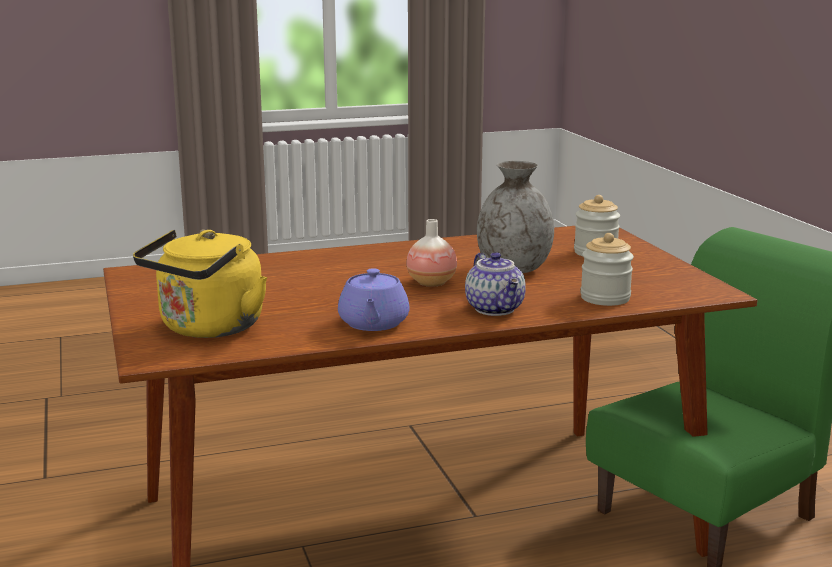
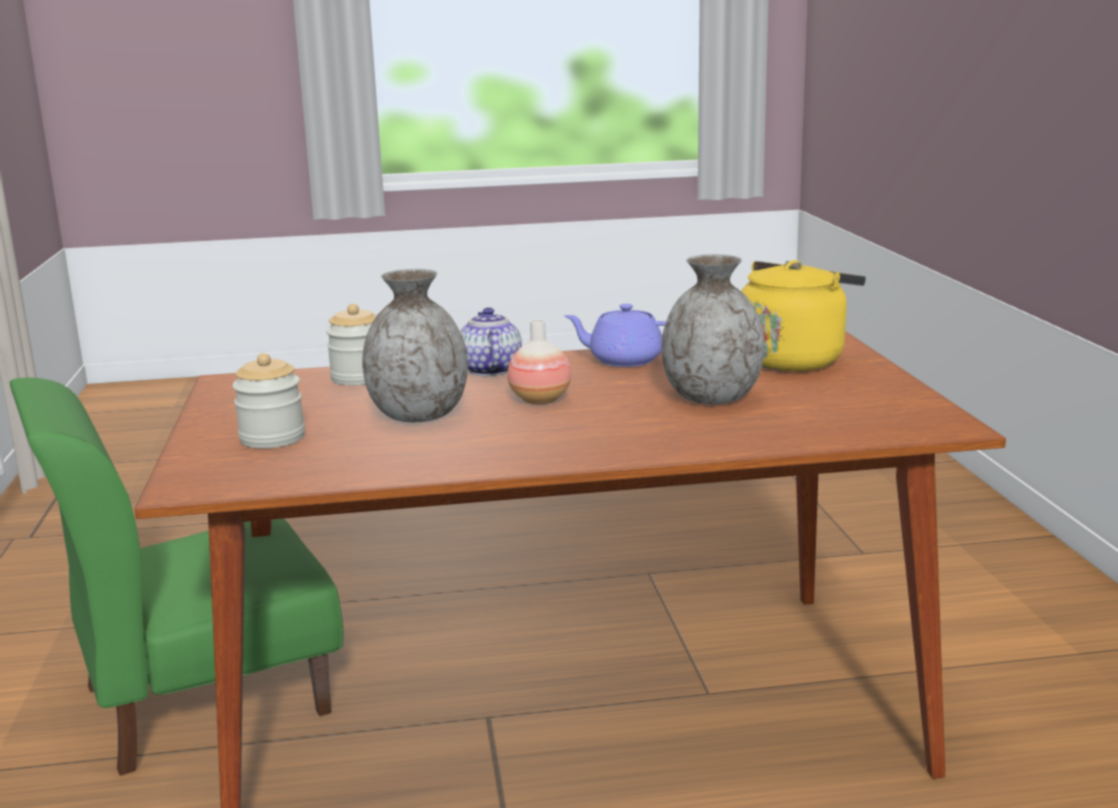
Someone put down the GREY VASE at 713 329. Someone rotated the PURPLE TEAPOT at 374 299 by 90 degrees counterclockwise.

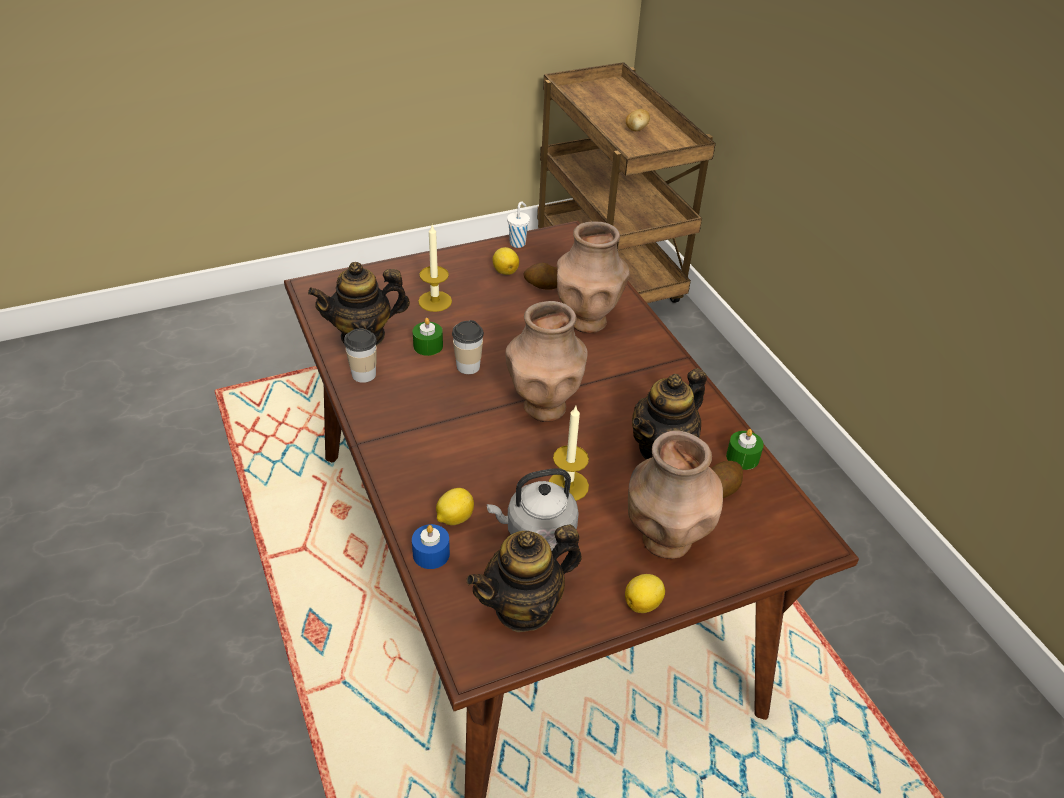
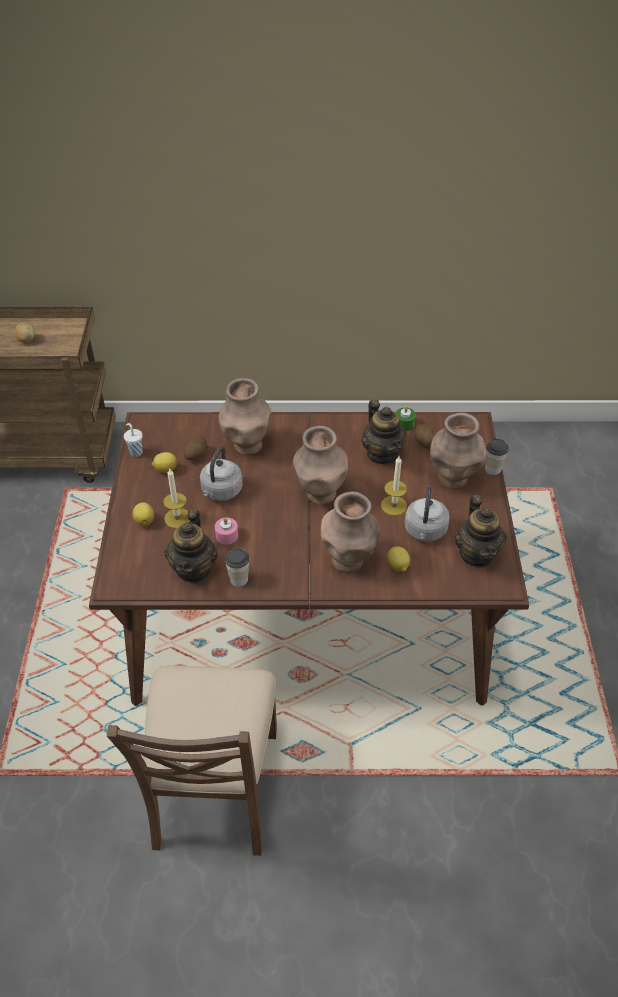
Someone took away the BLUE CANDLE at 431 546. Someone put down the BROWN CHAIR at 192 760. Someone put down the GREY KETTLE at 221 473. Someone put down the BROWN VASE at 350 532. Someone carried the CUP from 468 347 to 497 457. Someone carried the LEMON from 645 593 to 143 514. Someone repainted the GREEN CANDLE at 428 337, which became the PINK CANDLE at 226 530.

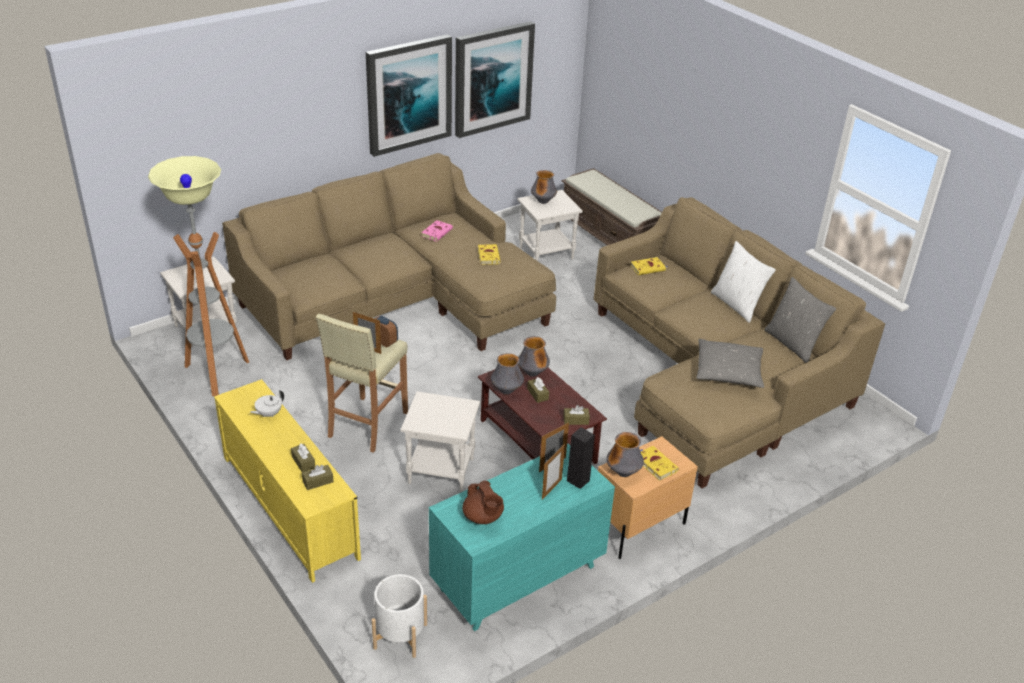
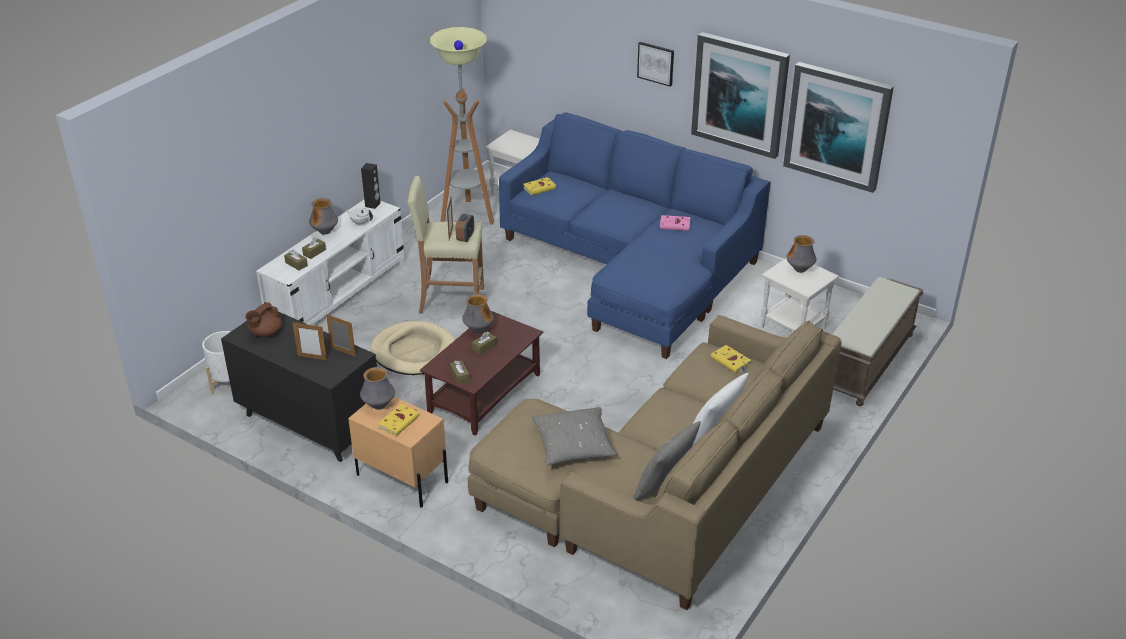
Someone put up the PICTURE at 655 64. Someone carried the YELLOW BOOK from 489 254 to 540 186. Someone carried the VASE from 534 356 to 323 216. Someone carried the BLACK SPEAKER from 581 458 to 371 186. Someone swapped the WHITE SIDE TABLE at 440 441 for the BEIGE DOG BED at 413 348. Someone repainted the YELLOW TV STAND at 287 481, which became the WHITE TV STAND at 330 262. Someone repainted the BEIGE SOFA at 389 256, which became the BLUE SOFA at 634 235. Someone repainted the TURQUOISE DRESSER at 522 537, which became the BLACK DRESSER at 299 387.

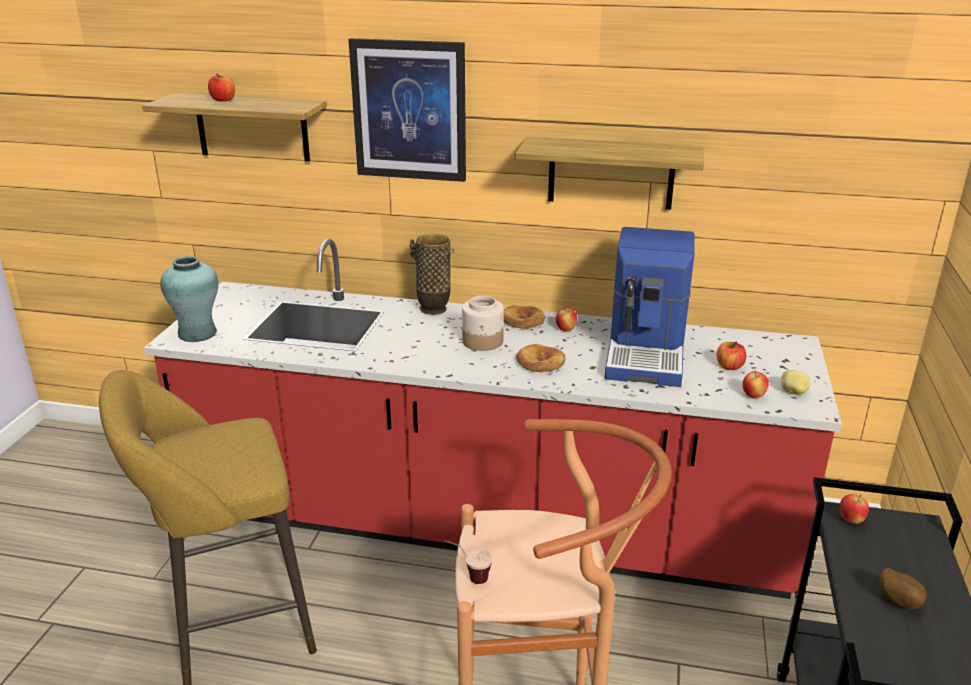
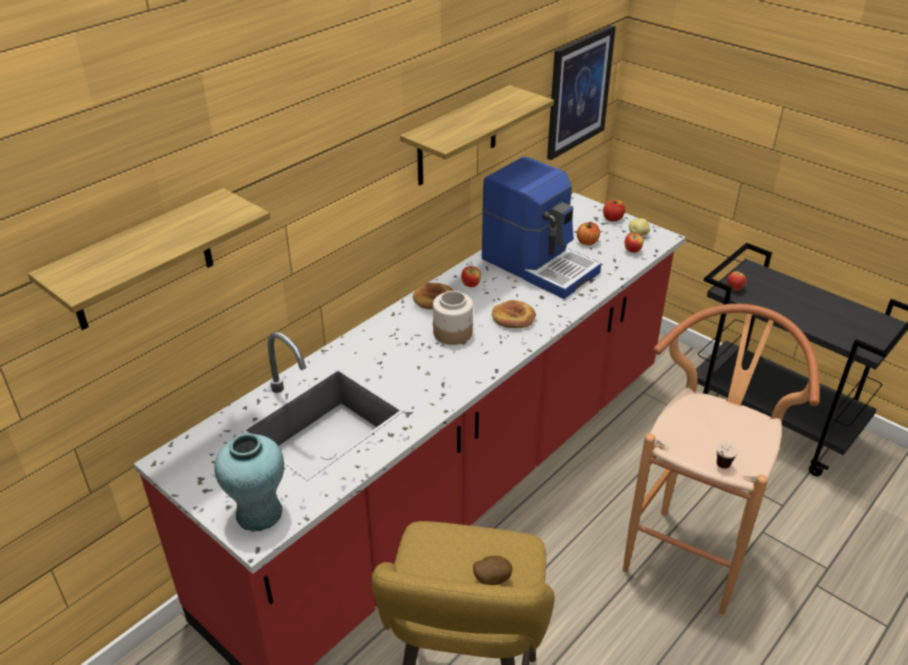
Someone took away the VASE at 431 274. Someone carried the APPLE from 221 87 to 614 210. Someone carried the PICTURE from 407 110 to 581 92. Someone carried the POTATO from 903 588 to 493 570.

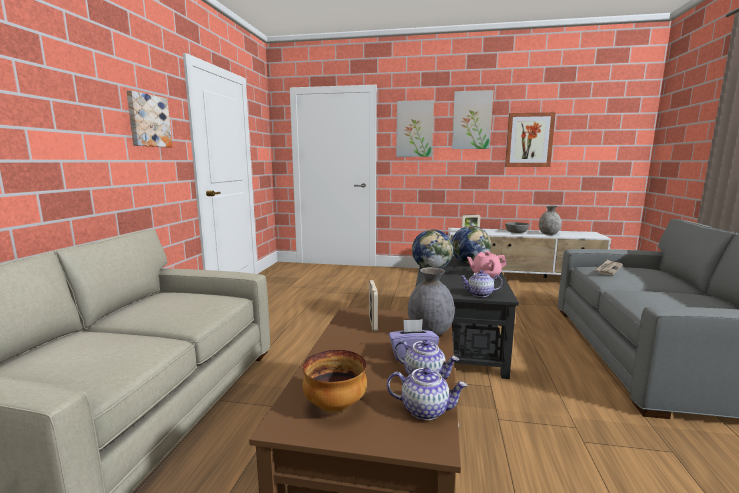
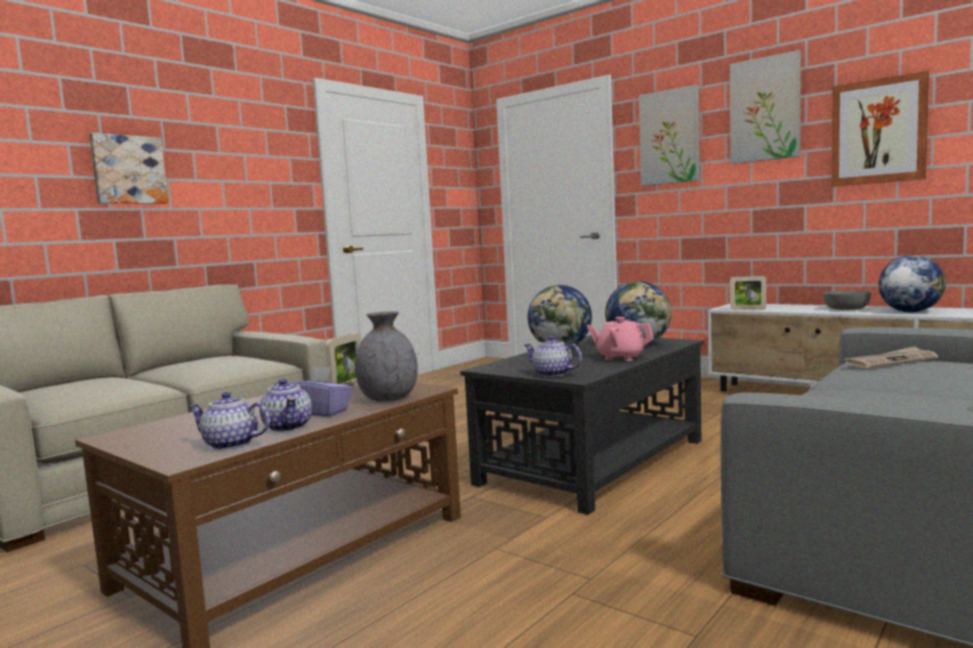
Someone took away the BOWL at 334 381. Someone carried the PICTURE from 149 118 to 129 168. Someone swapped the GREY VASE at 550 220 for the GLOBE at 912 283. Someone rotated the TEAPOT at 427 393 by 150 degrees clockwise.

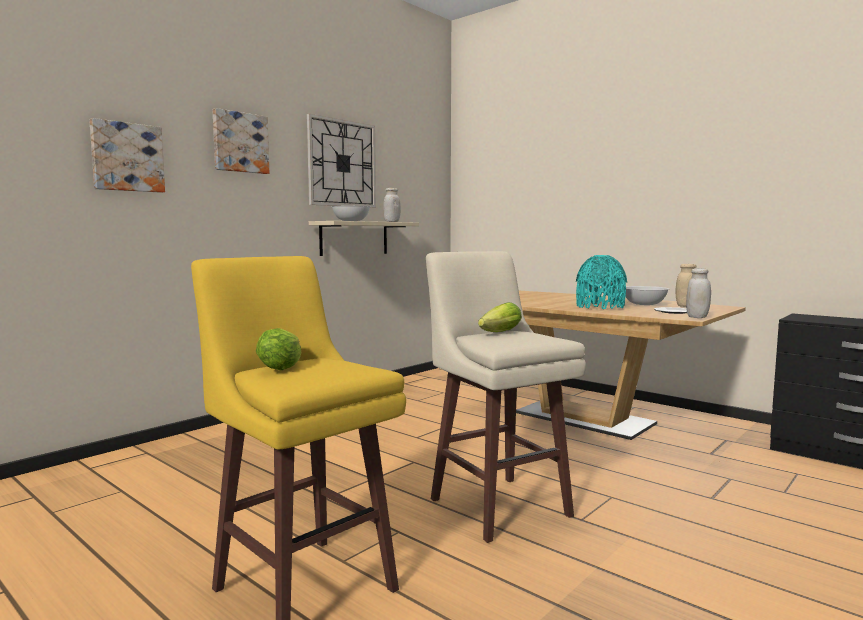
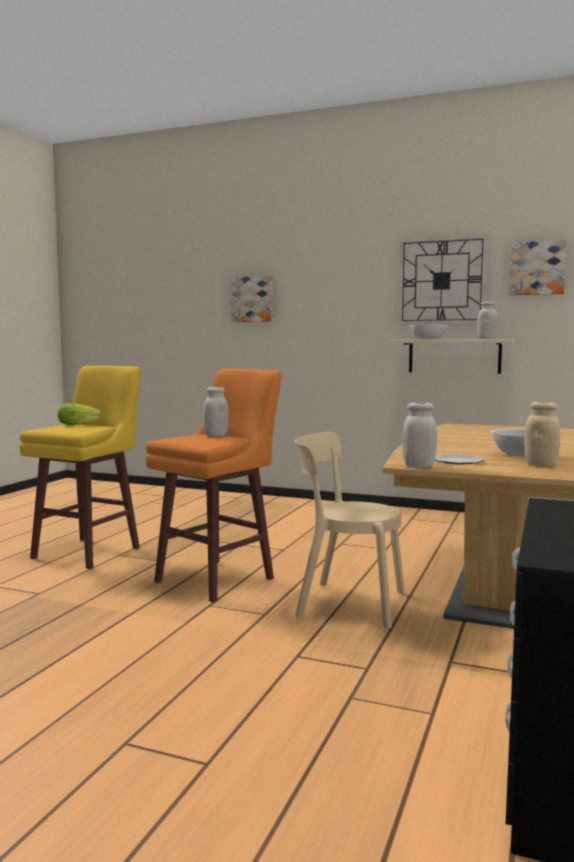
Someone took away the TURQUOISE VASE at 601 282. Someone put down the BEIGE CHAIR at 349 530. Someone carried the PICTURE from 240 141 to 538 267. Someone swapped the LETTUCE at 500 317 for the WHITE JAR at 216 412. Someone repainted the BEIGE STOOL at 506 397, which became the ORANGE STOOL at 214 485.

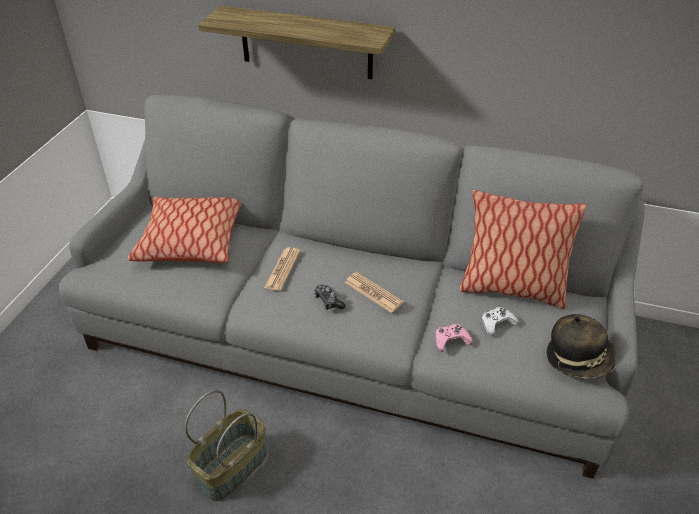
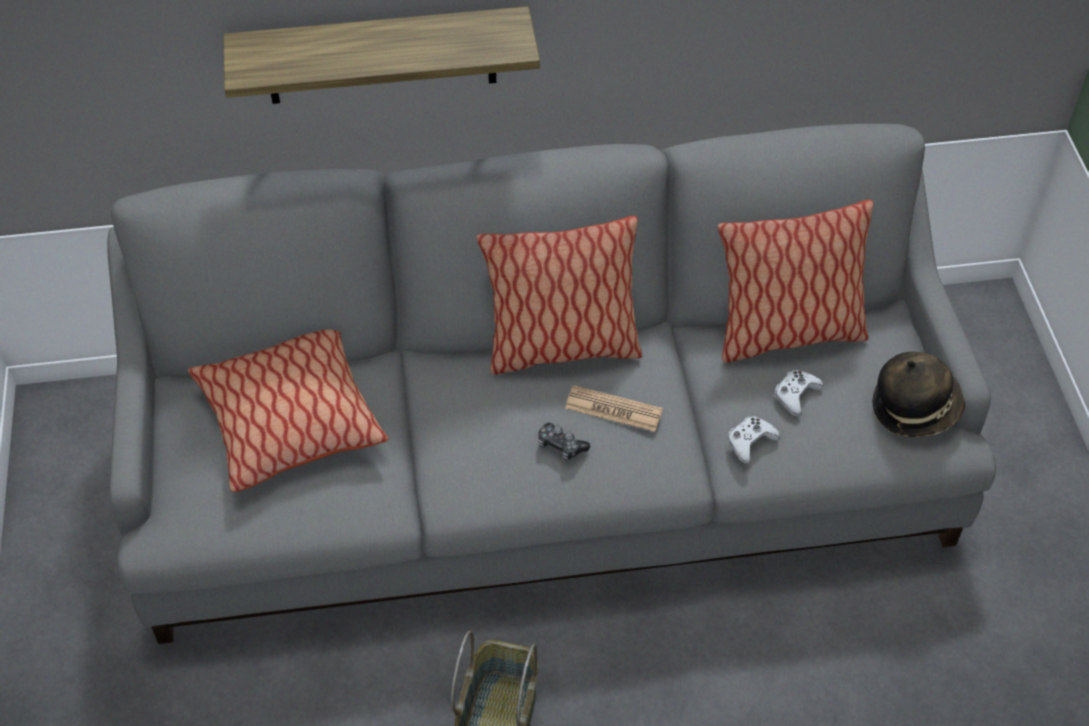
Someone took away the NEWSPAPER at 282 269. Someone put down the PILLOW at 559 295. Someone repainted the PINK GAME CONTROLLER at 454 338, which became the WHITE GAME CONTROLLER at 754 440.

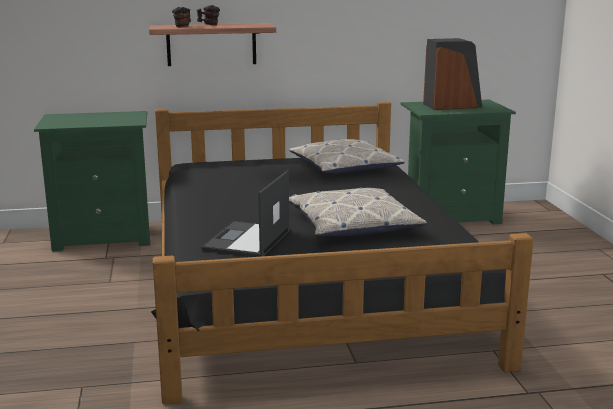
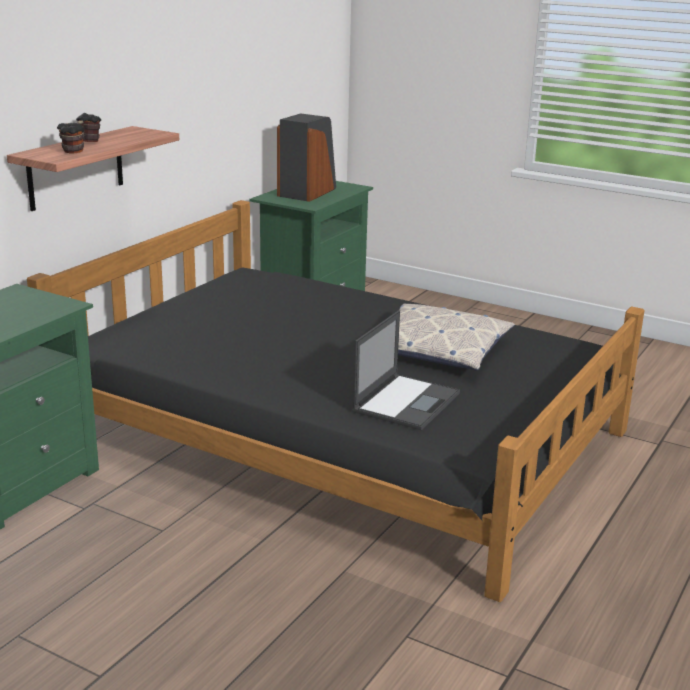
Someone took away the PILLOW at 347 156. Someone rotated the LAPTOP at 245 213 by 120 degrees counterclockwise.

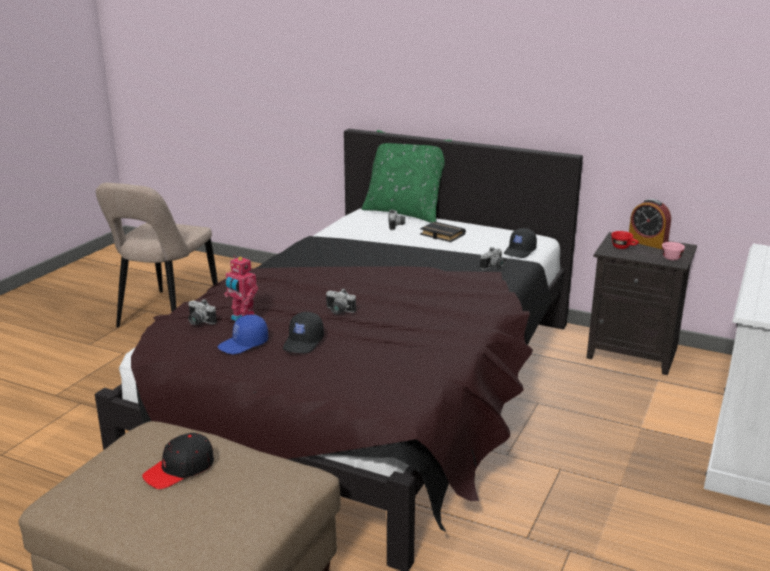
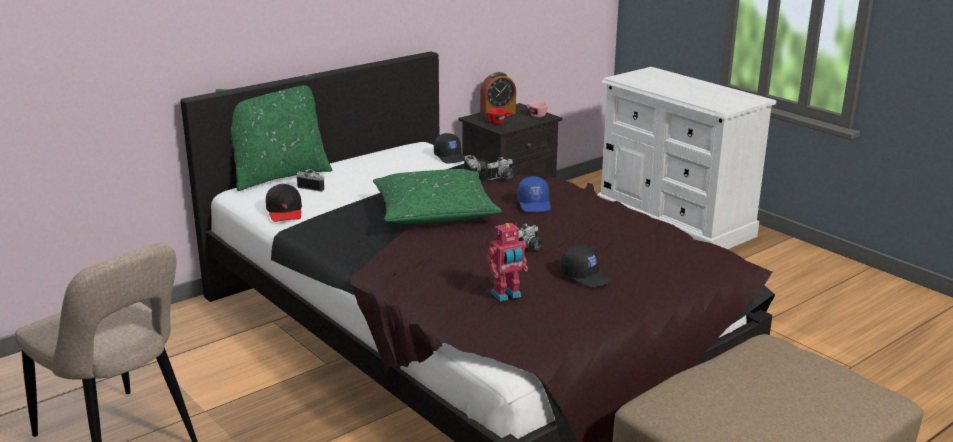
Someone took away the BLACK BOOK at 443 231. Someone put down the GREEN PILLOW at 437 196. Someone carried the BLACK CAP from 178 461 to 284 203. Someone carried the PHOTO CAMERA from 202 312 to 500 168. Someone carried the BLUE CAP from 243 334 to 534 194.

